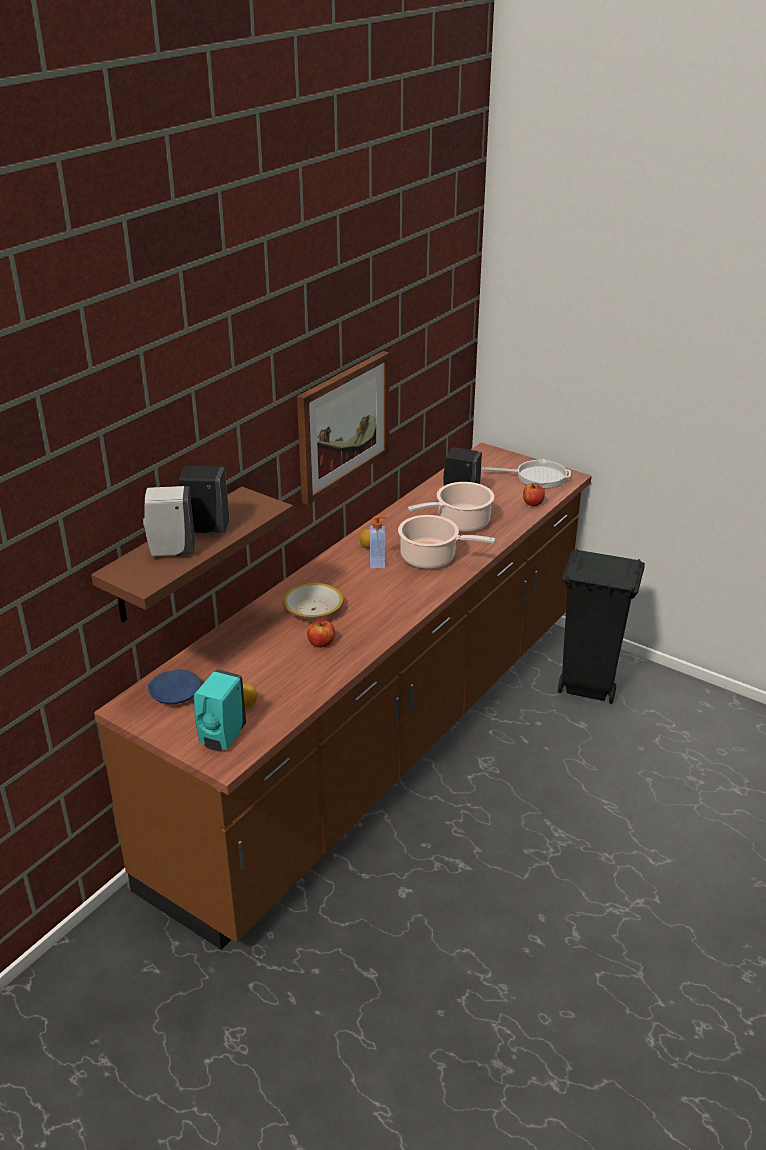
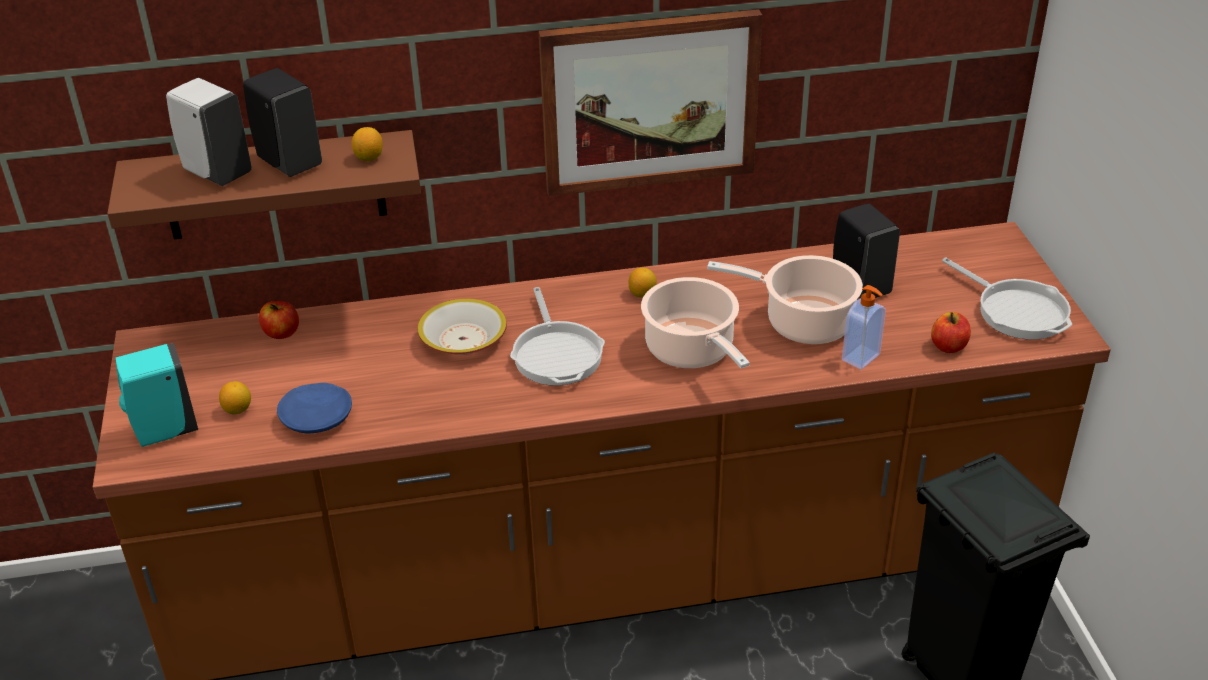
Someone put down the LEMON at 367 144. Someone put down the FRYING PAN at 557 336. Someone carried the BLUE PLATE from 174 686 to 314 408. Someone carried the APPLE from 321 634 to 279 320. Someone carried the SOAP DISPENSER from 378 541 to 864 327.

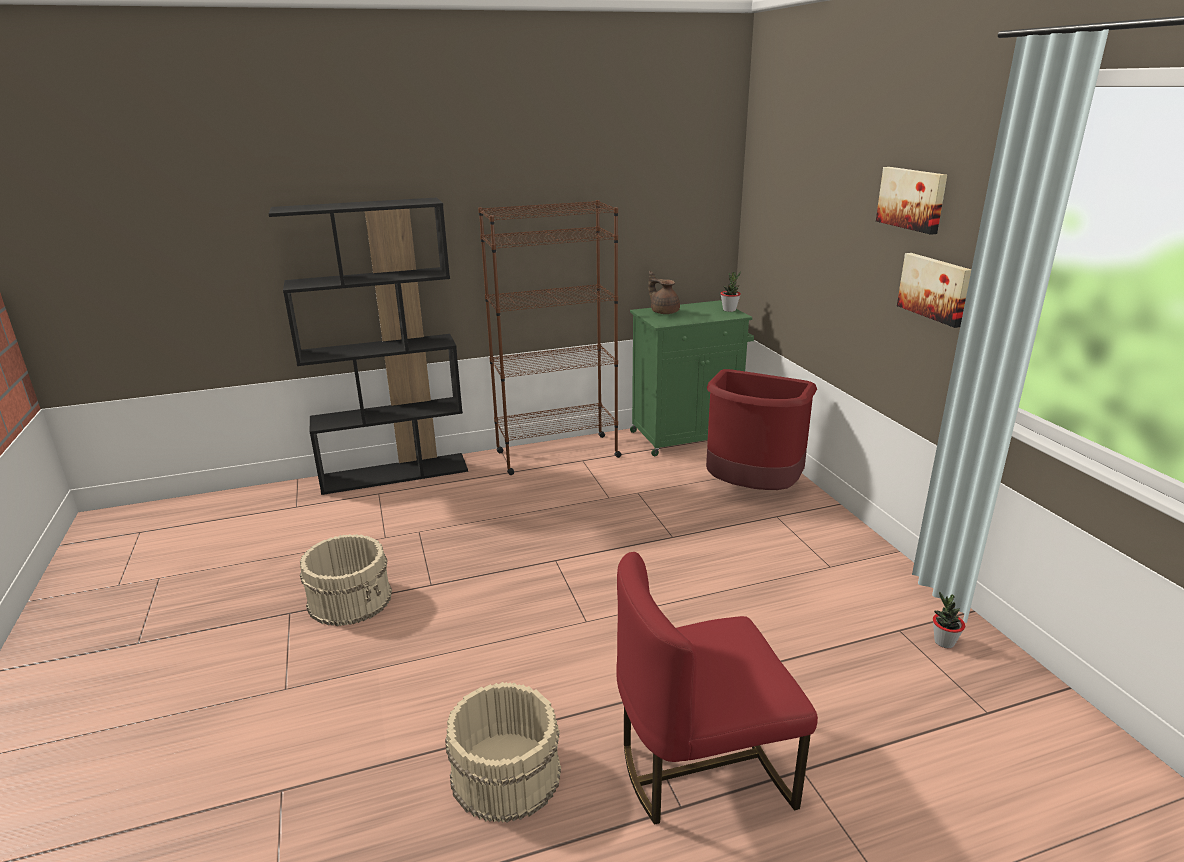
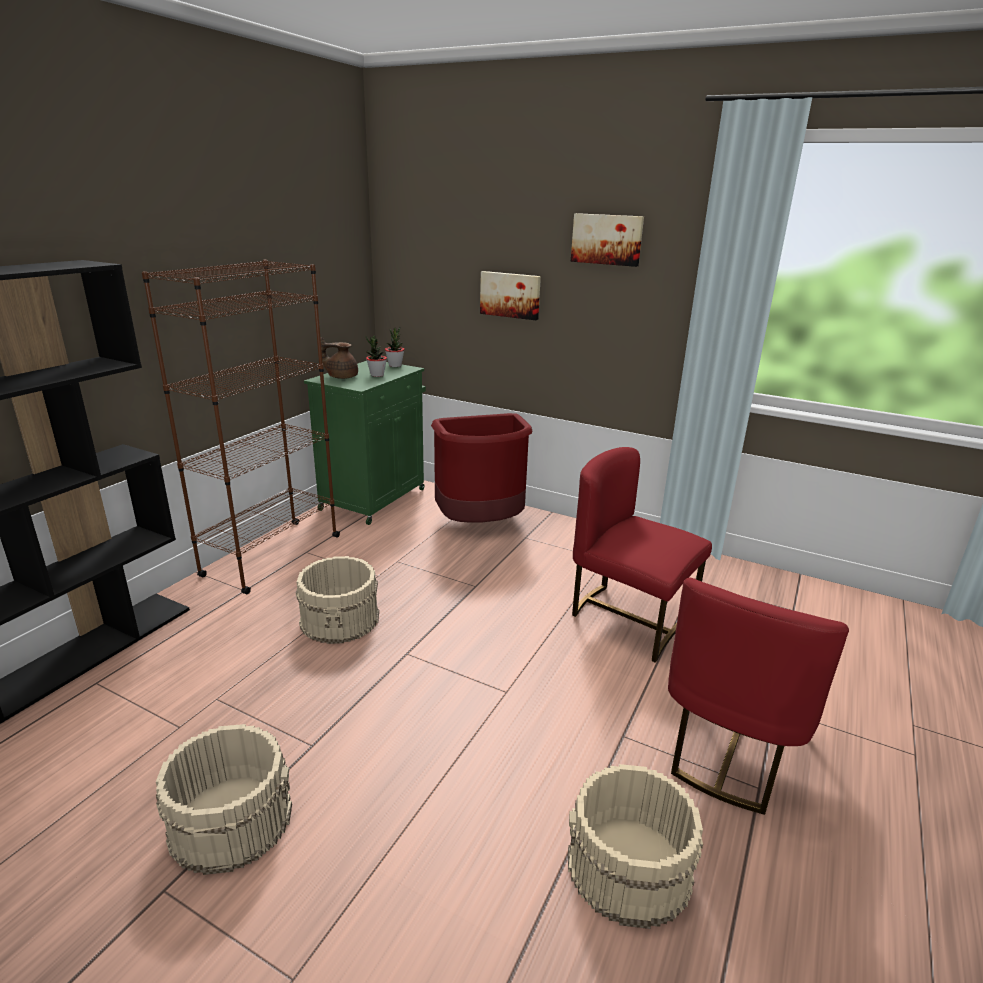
Someone put down the BEIGE BUCKET at 337 600. Someone put down the RED CHAIR at 642 555. Someone carried the PICTURE from 934 290 to 510 295. Someone carried the POTTED PLANT from 949 620 to 376 356.

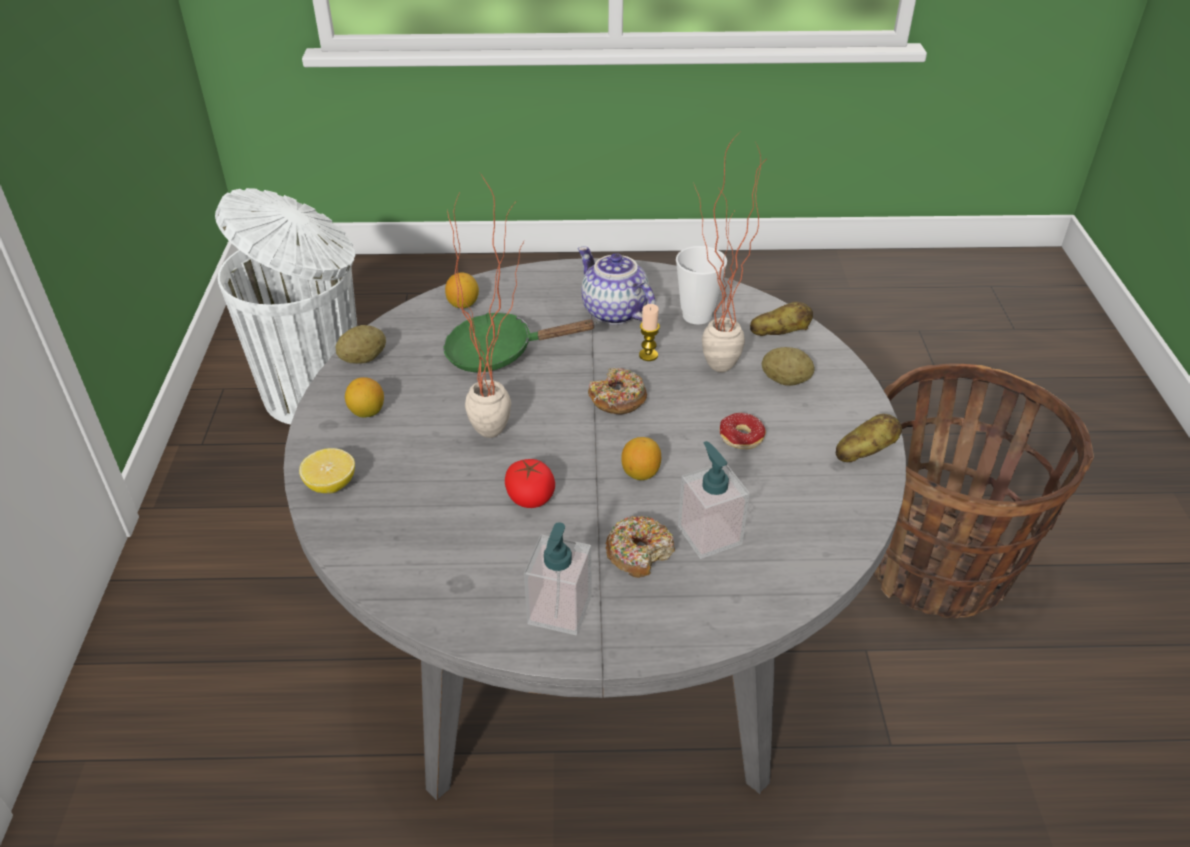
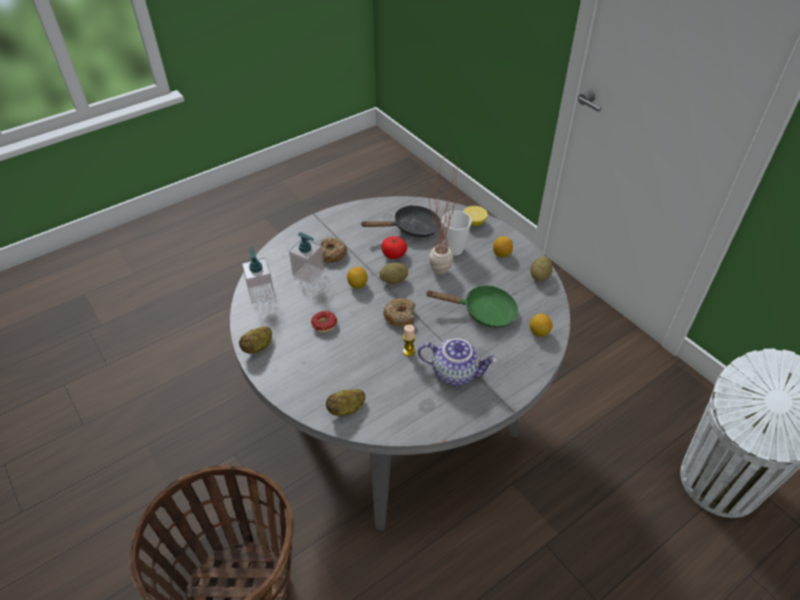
Someone took away the POTTED PLANT at 729 252. Someone put down the BLACK FRYING PAN at 400 221. Someone carried the SOAP DISPENSER from 557 578 to 258 275. Someone carried the CUP from 701 285 to 457 233. Someone carried the POTATO from 788 366 to 393 273. Someone rotated the GREEN FRYING PAN at 520 342 by 45 degrees clockwise.

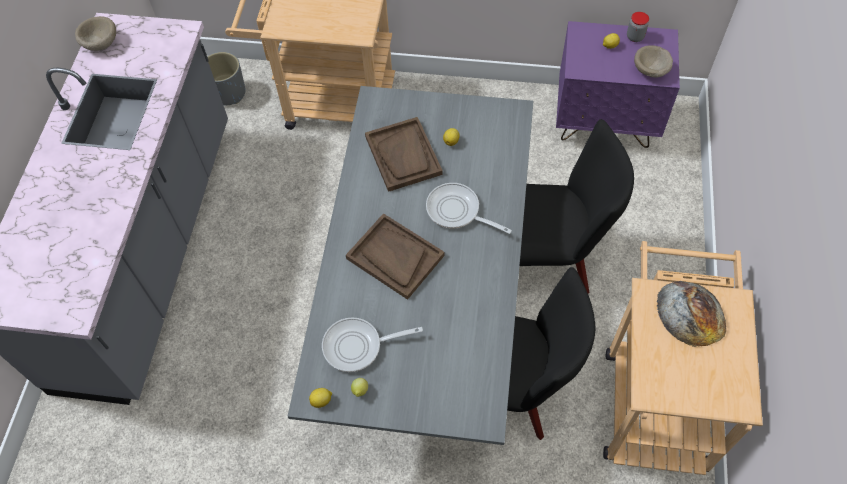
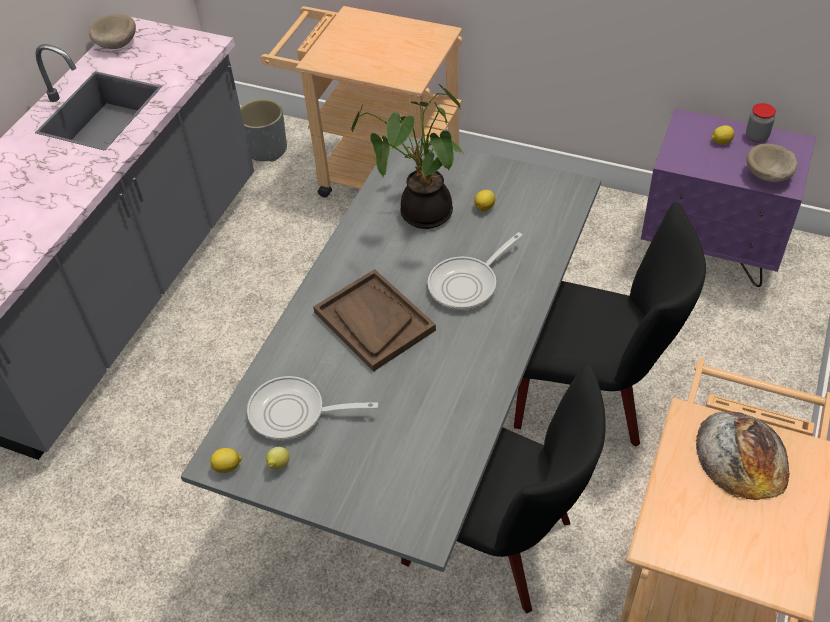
Someone swapped the BROWN TRAY at 404 154 for the POTTED PLANT at 407 156. Someone rotated the FRYING PAN at 469 208 by 90 degrees counterclockwise.

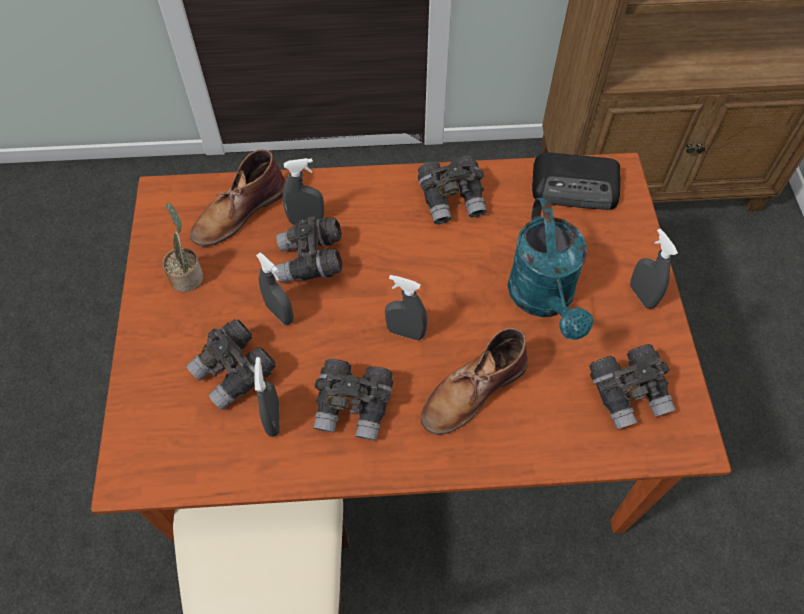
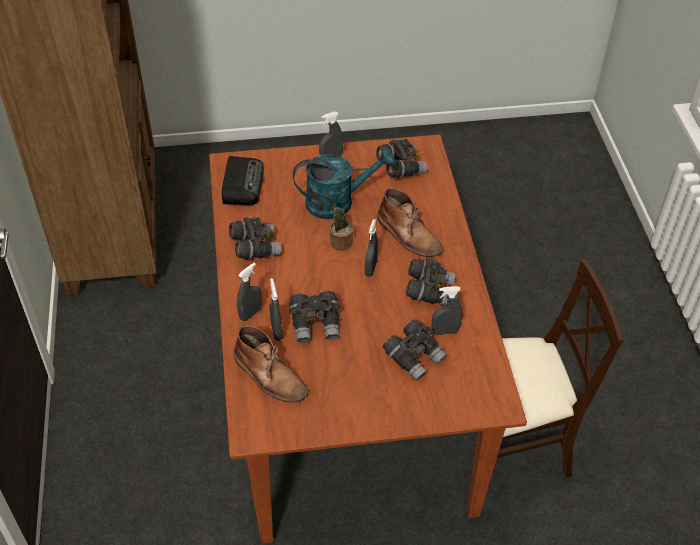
Someone carried the POTTED PLANT from 182 247 to 340 223. Someone carried the GREY SPRAY BOTTLE from 275 288 to 249 291.

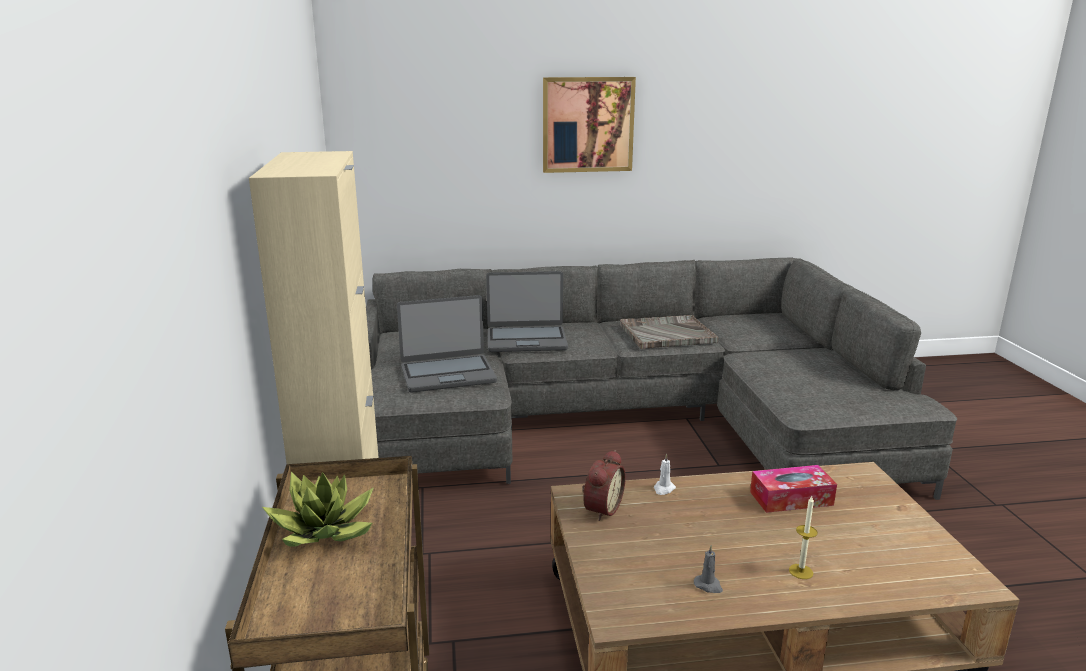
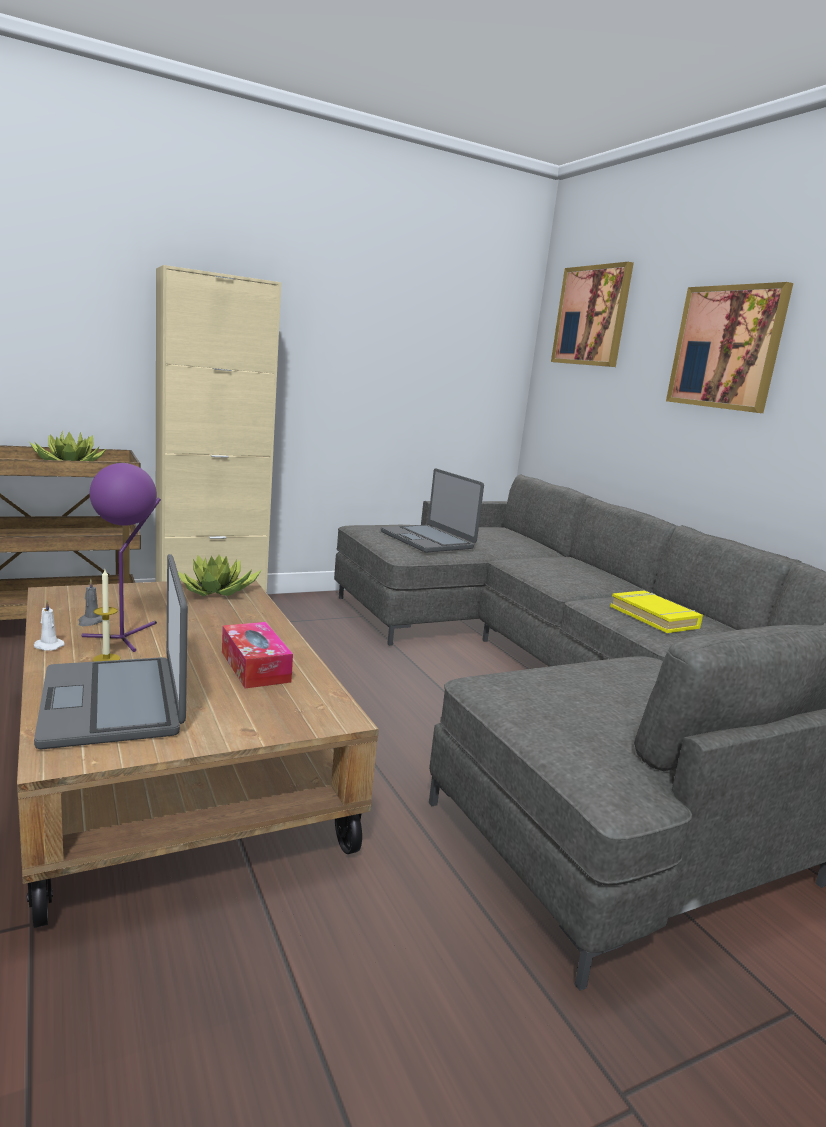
Someone put down the PURPLE TABLE LAMP at 121 557. Someone put up the PICTURE at 592 314. Someone carried the LAPTOP from 527 311 to 111 651. Someone carried the WHITE CANDLE from 665 474 to 49 625. Someone swapped the ALARM CLOCK at 604 485 for the POTTED PLANT at 219 575. Someone swapped the GREY TRAY at 669 332 for the YELLOW BOOK at 656 612.

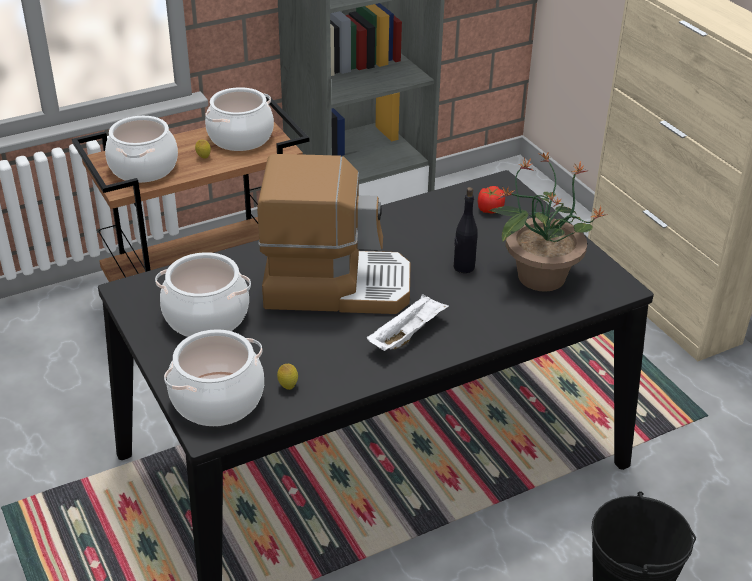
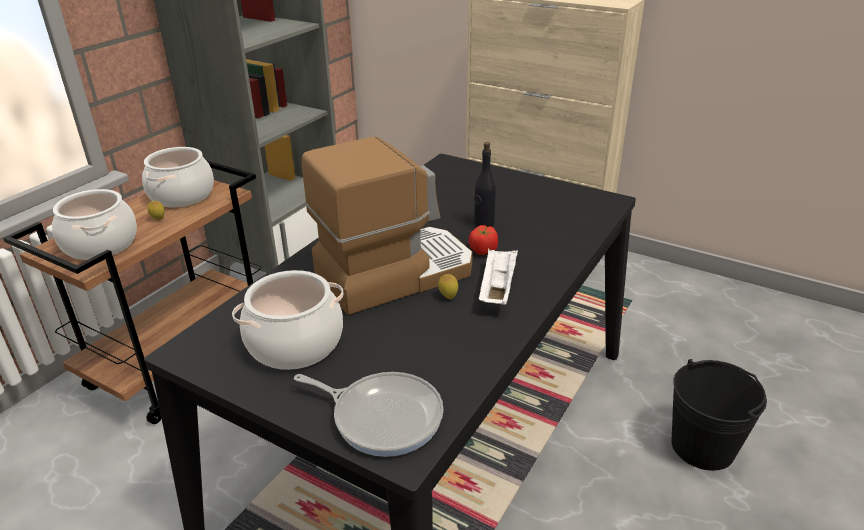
Someone took away the POTTED PLANT at 548 221. Someone carried the LEMON from 287 377 to 448 286. Someone carried the TOMATO from 491 200 to 483 240. Someone swapped the COOKING POT at 214 377 for the FRYING PAN at 368 414.

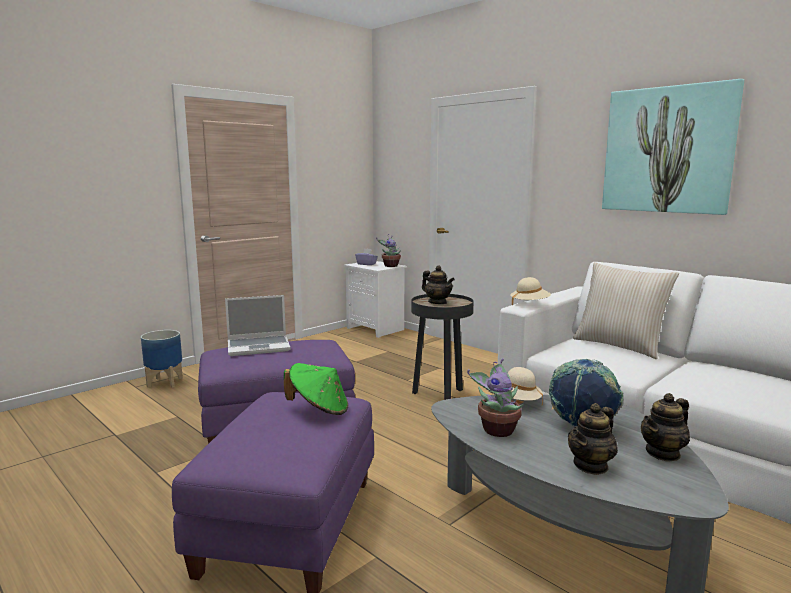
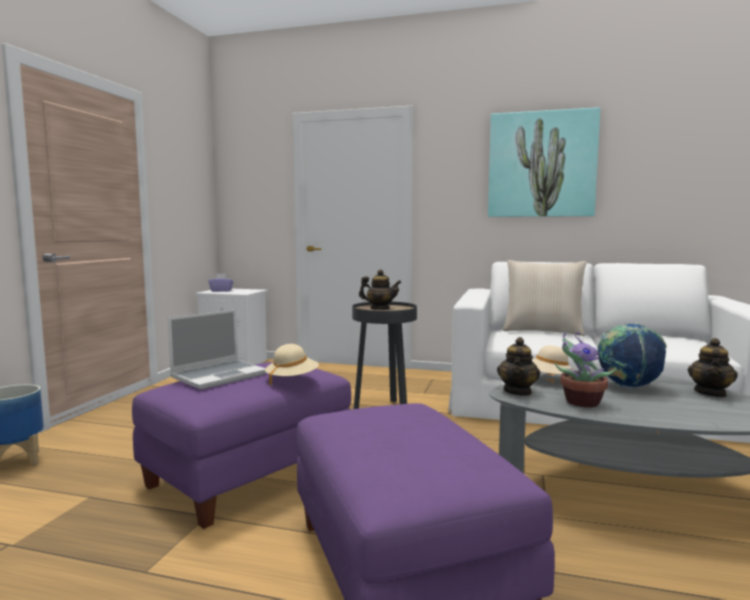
Someone took away the GREEN HAT at 316 389. Someone took away the POTTED PLANT at 388 250. Someone carried the BEIGE HAT from 530 291 to 292 365. Someone carried the TEAPOT from 593 439 to 518 366.

